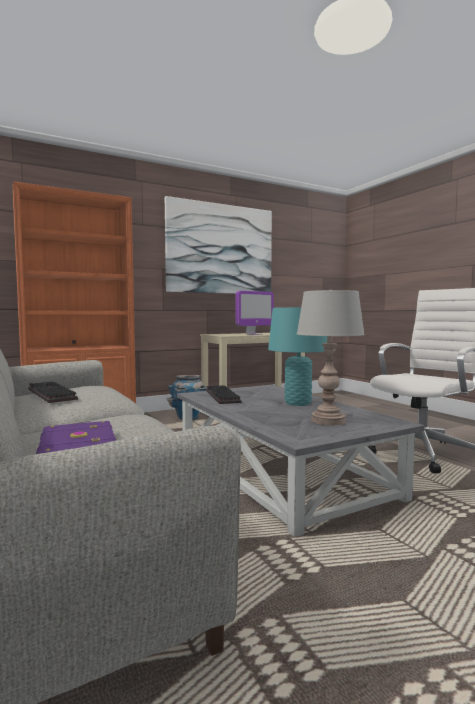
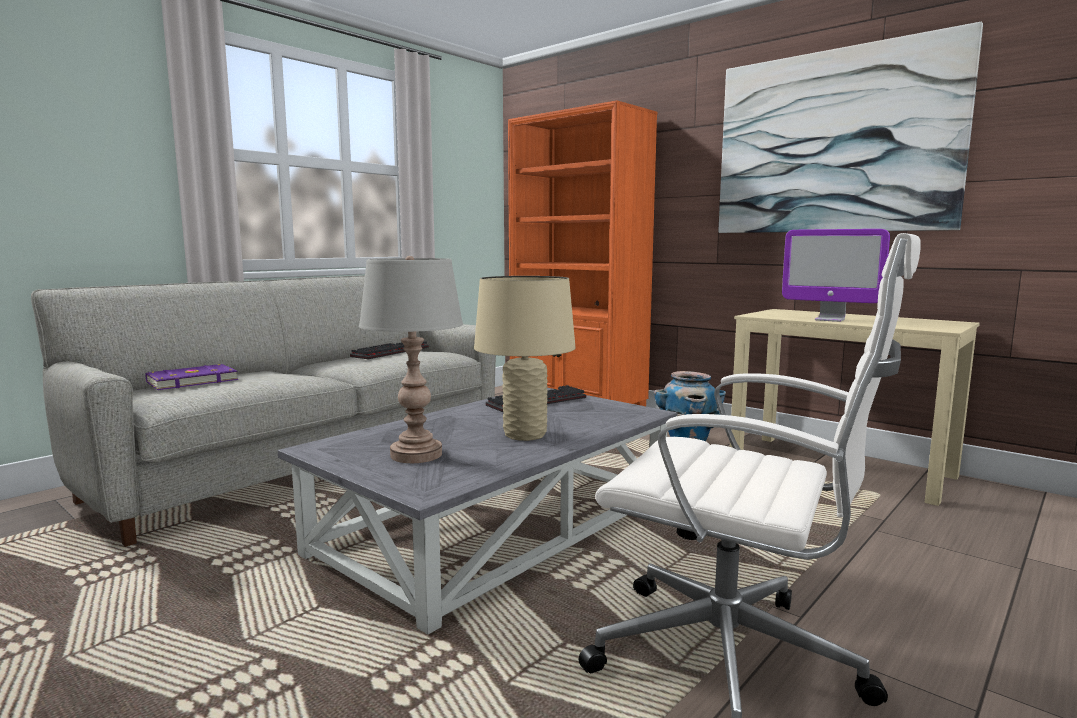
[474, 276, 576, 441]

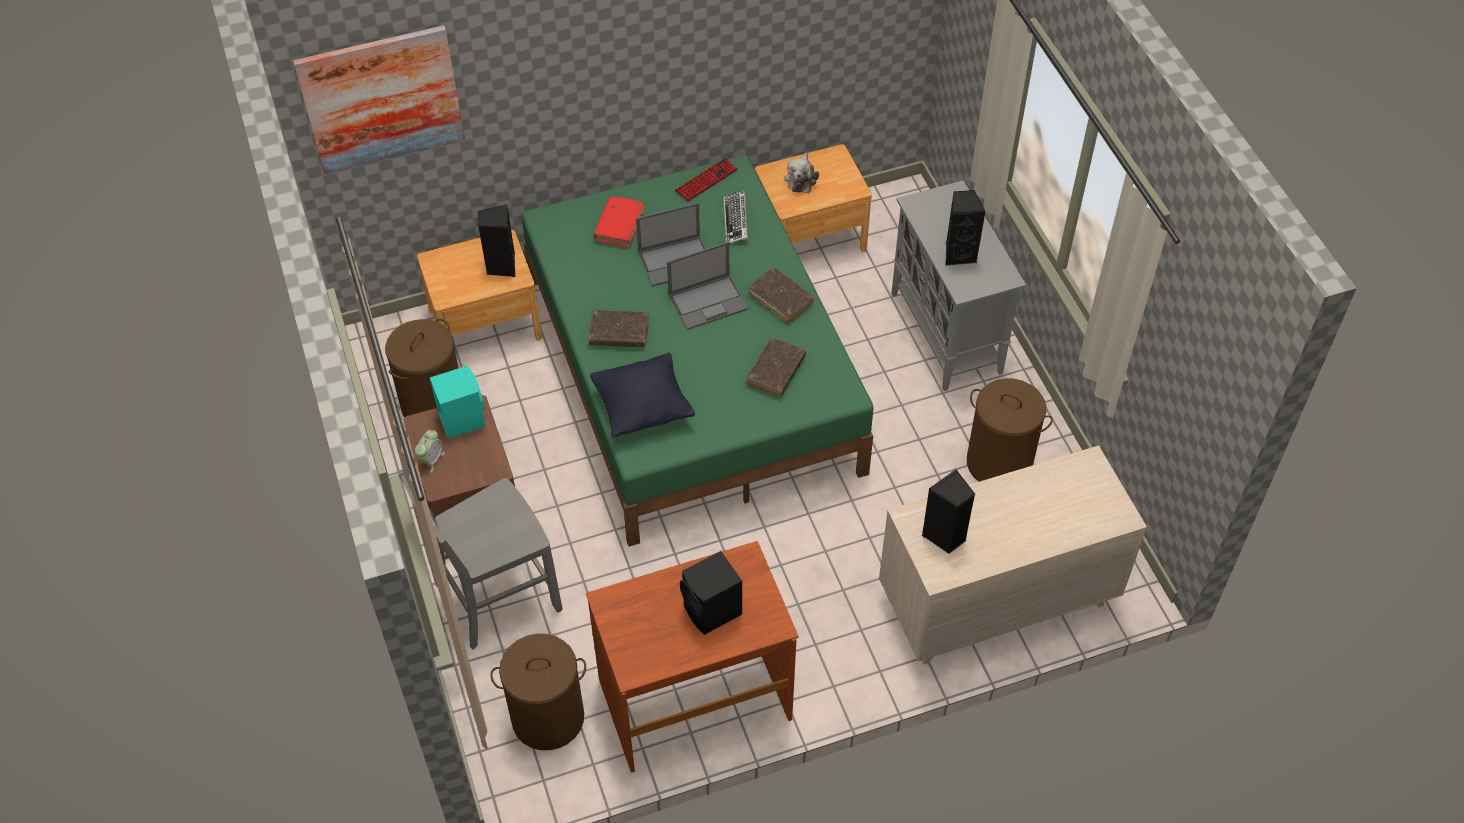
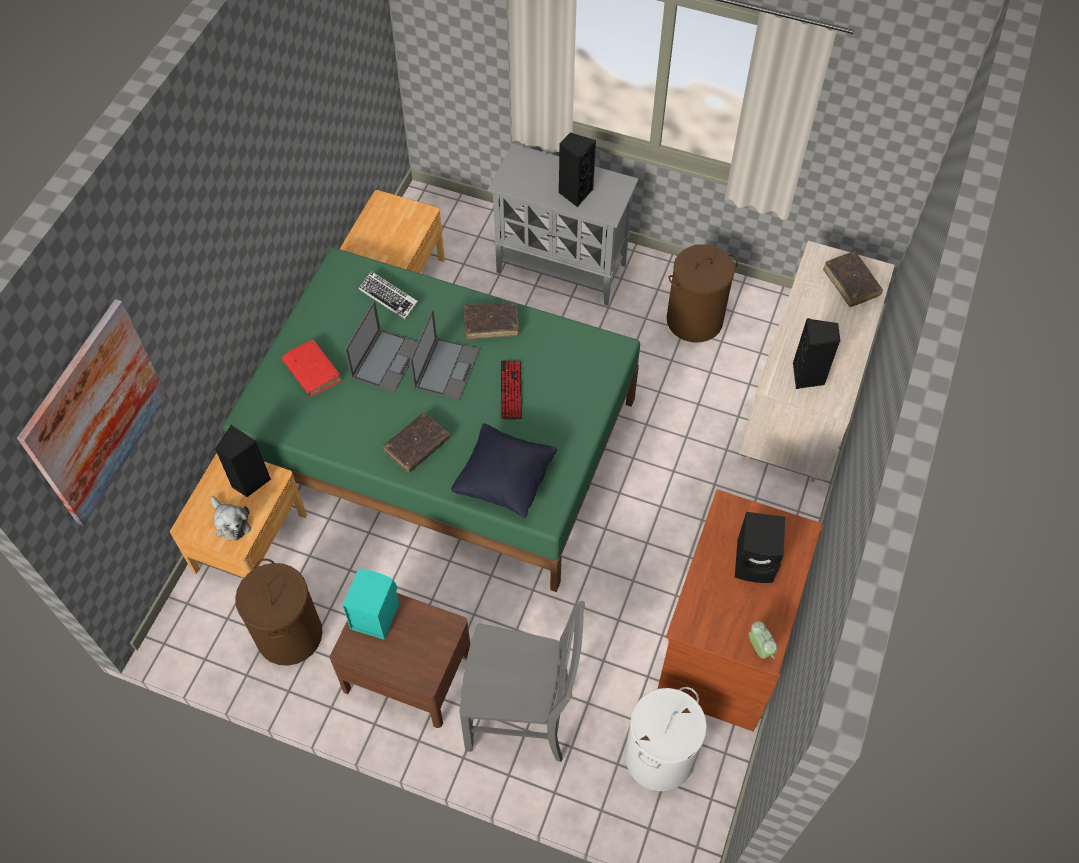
[460, 601, 585, 762]
[749, 621, 777, 659]
[625, 687, 707, 791]
[501, 361, 522, 420]
[823, 251, 883, 307]
[211, 496, 251, 541]

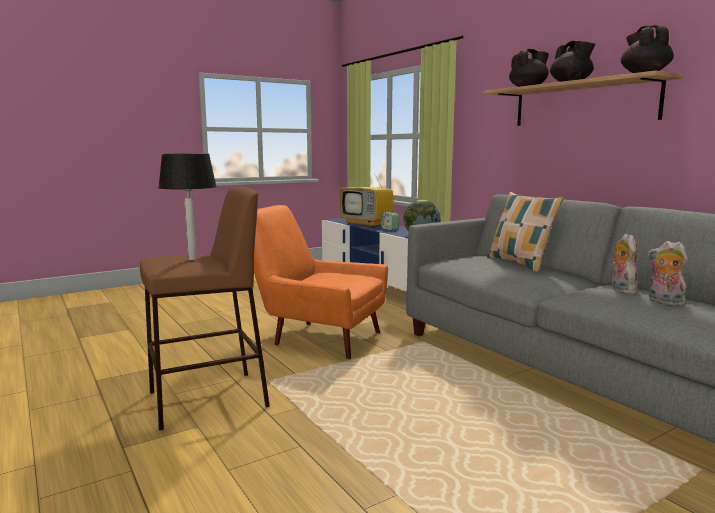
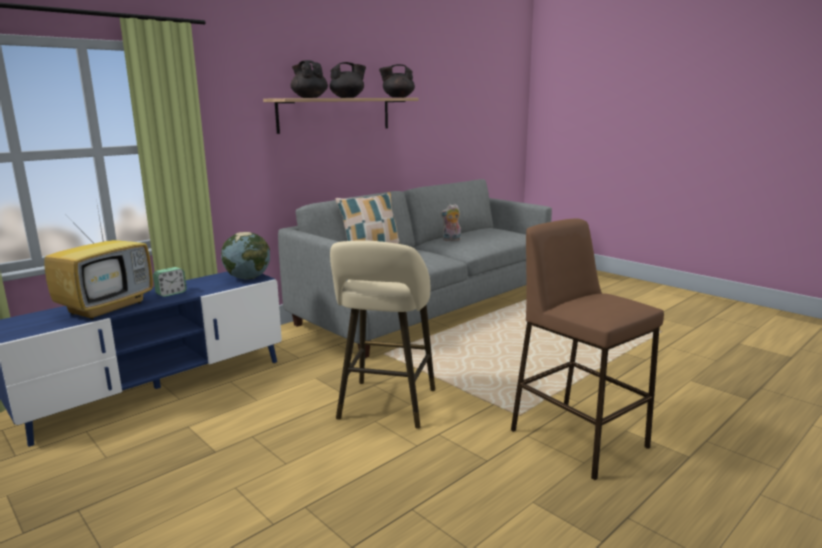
[158, 154, 217, 260] (first image)
[330, 240, 435, 429]
[647, 241, 687, 306] (first image)

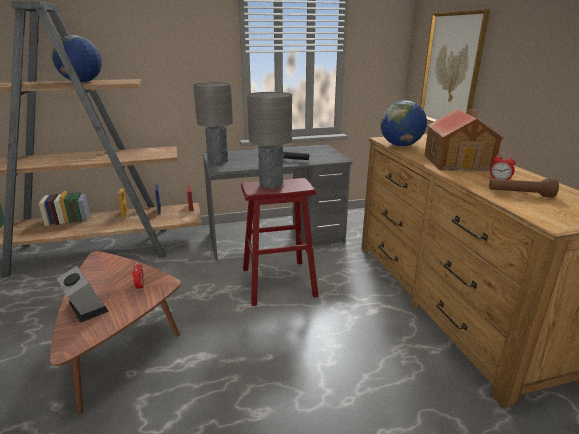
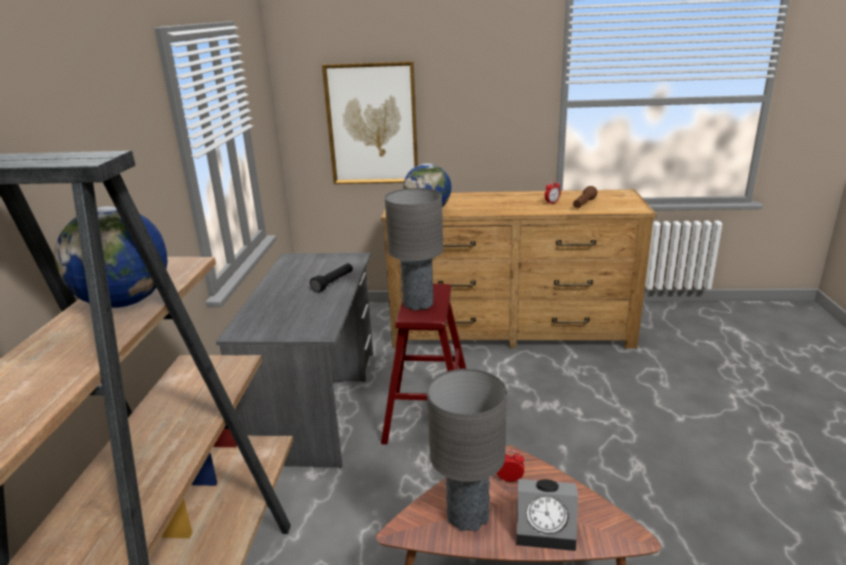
[516, 479, 578, 551]
[427, 369, 507, 531]
[425, 109, 503, 171] (first image)

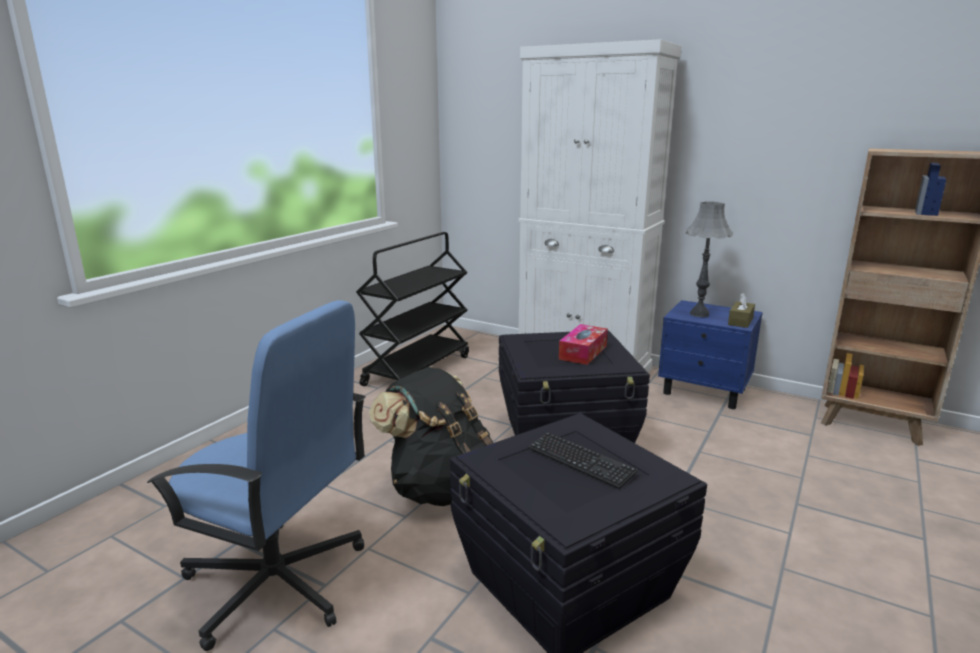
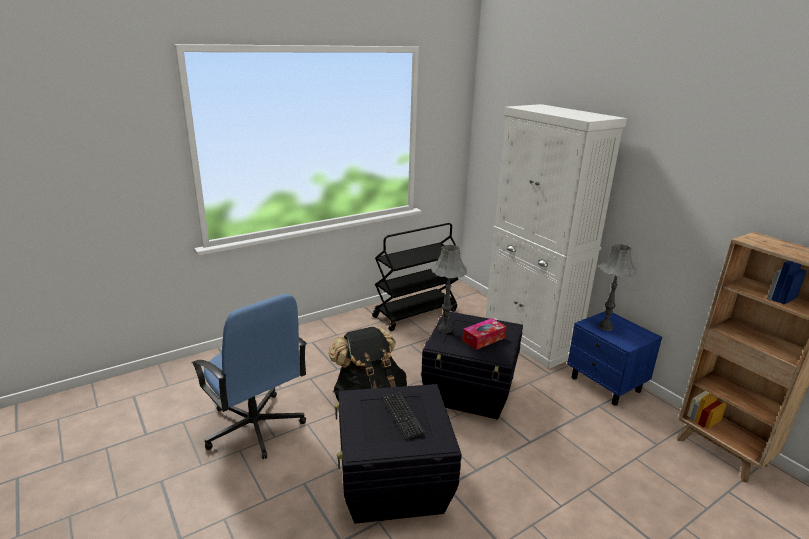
[728, 293, 755, 328] (first image)
[431, 245, 467, 333]

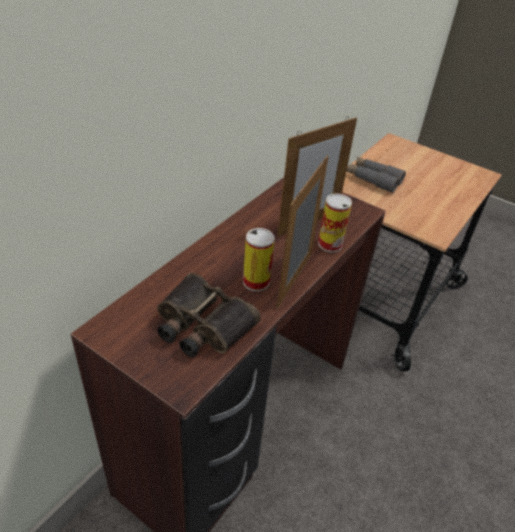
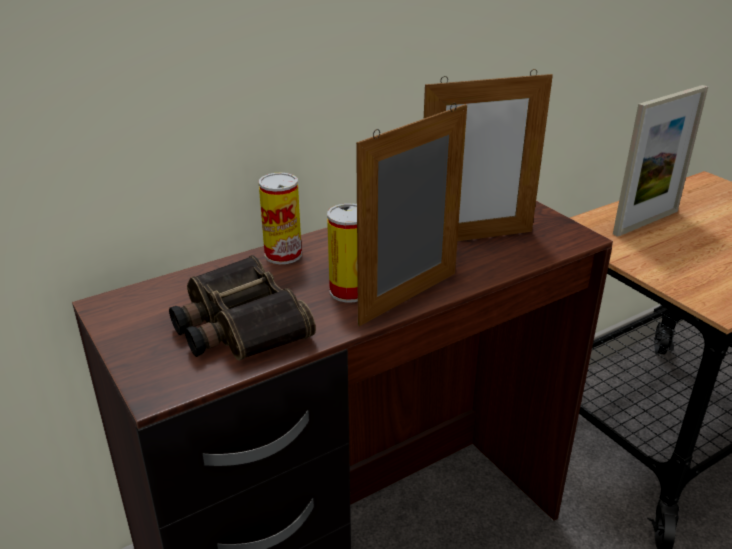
[259, 173, 302, 264]
[613, 85, 708, 237]

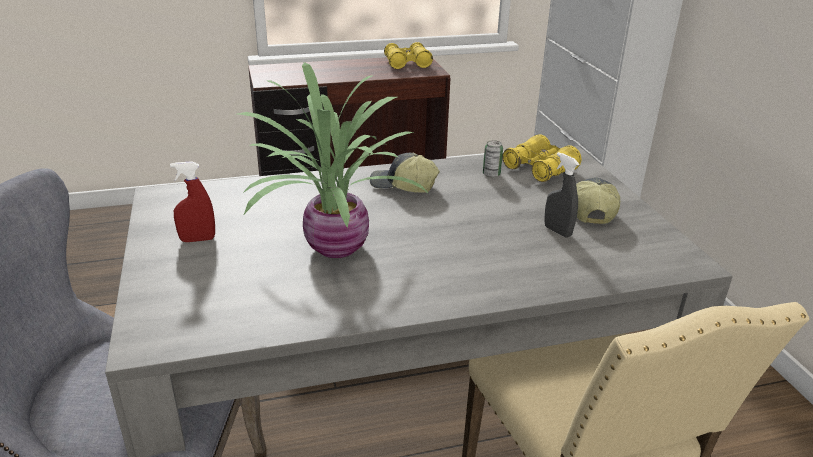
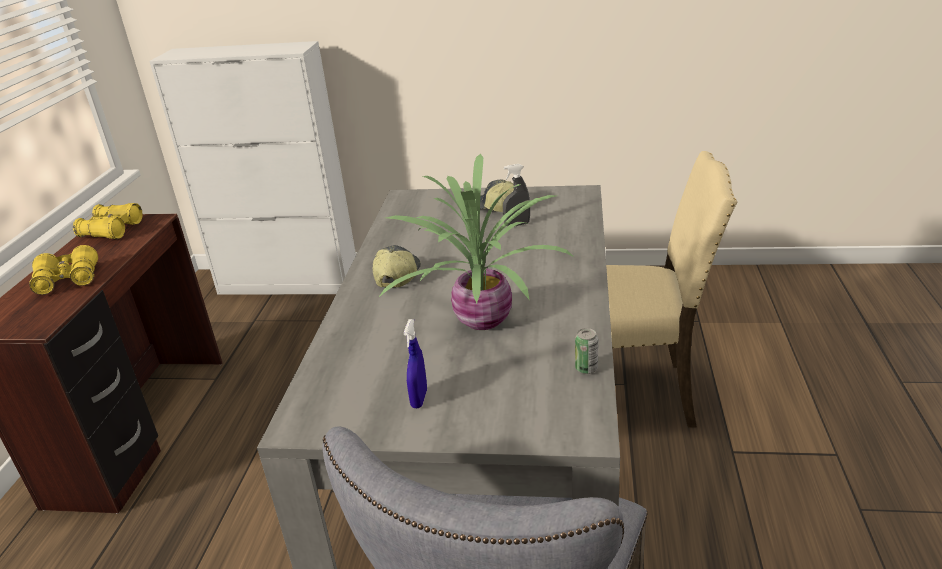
[404, 319, 427, 408]
[373, 245, 421, 287]
[575, 328, 598, 374]
[29, 245, 98, 295]

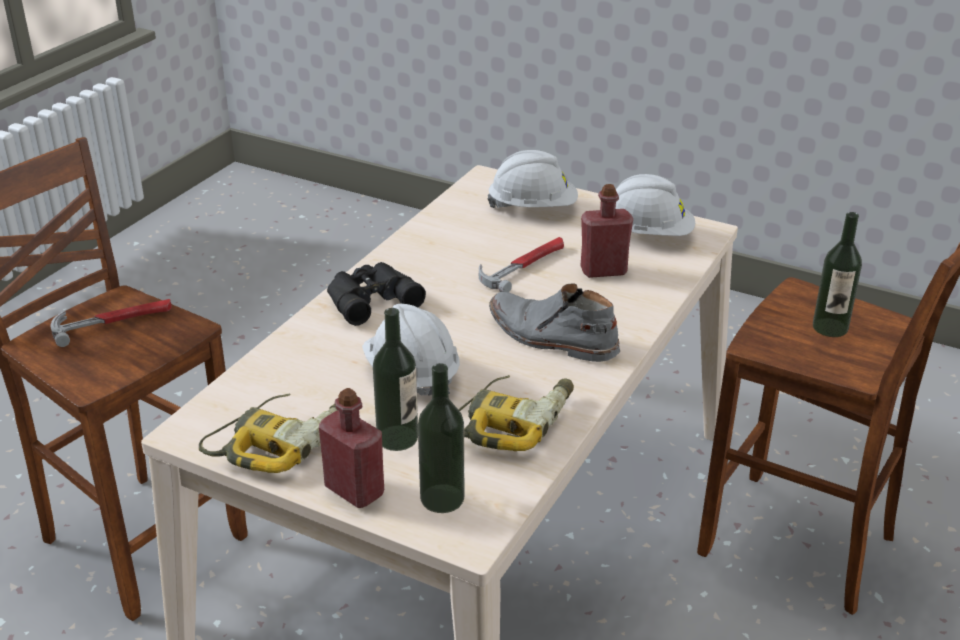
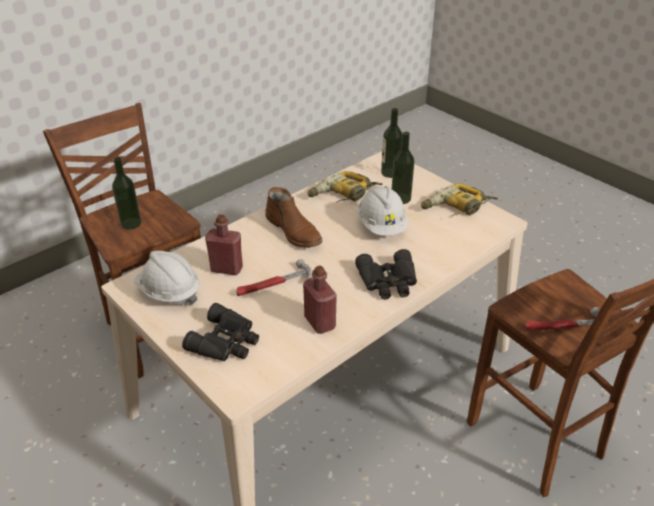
[303, 266, 337, 334]
[182, 303, 259, 361]
[265, 187, 322, 248]

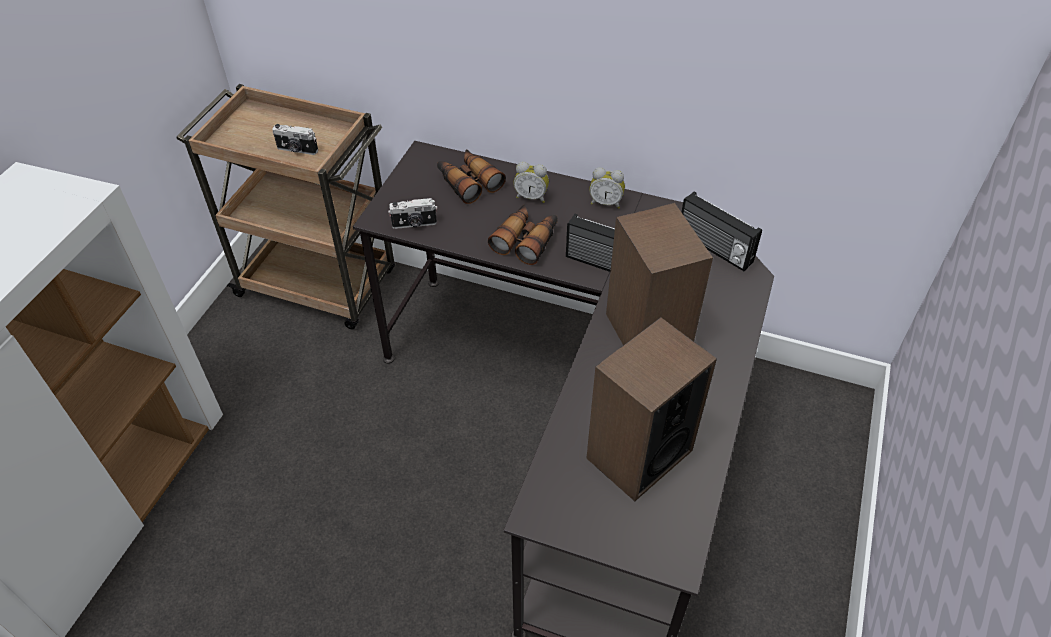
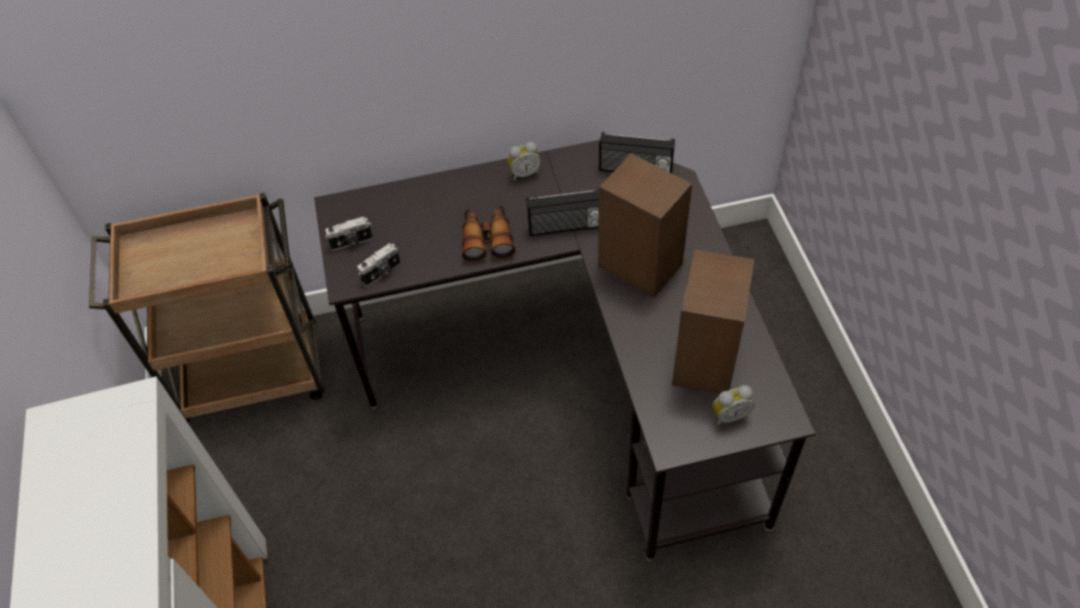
[325, 217, 373, 251]
[437, 149, 506, 204] (first image)
[713, 385, 754, 425]

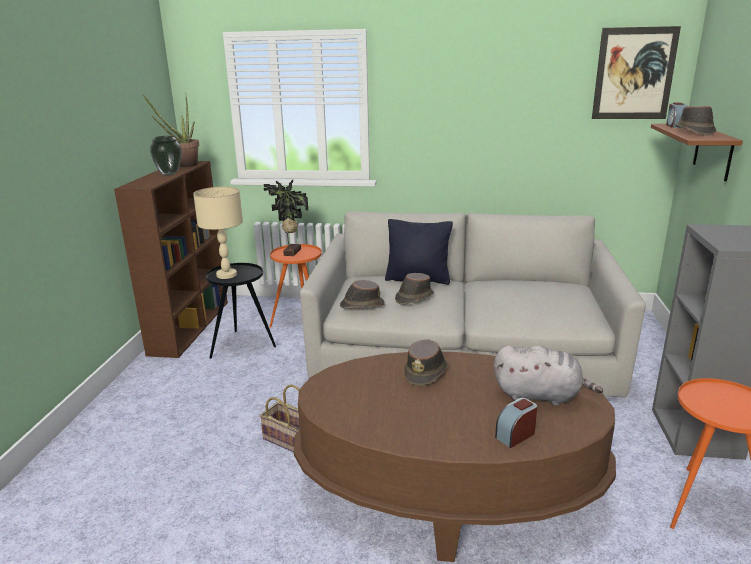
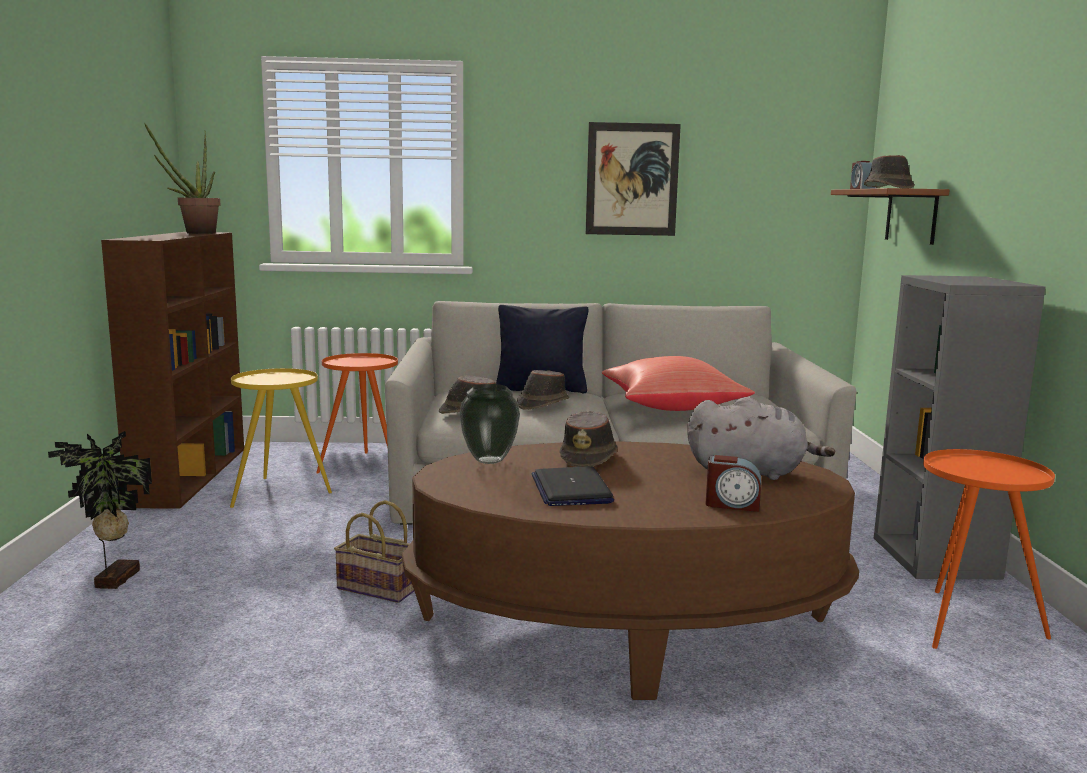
[459, 384, 520, 464]
[193, 187, 243, 279] (first image)
[230, 368, 332, 508]
[48, 431, 152, 589]
[706, 455, 761, 512]
[586, 122, 681, 236]
[531, 466, 614, 506]
[602, 356, 755, 411]

